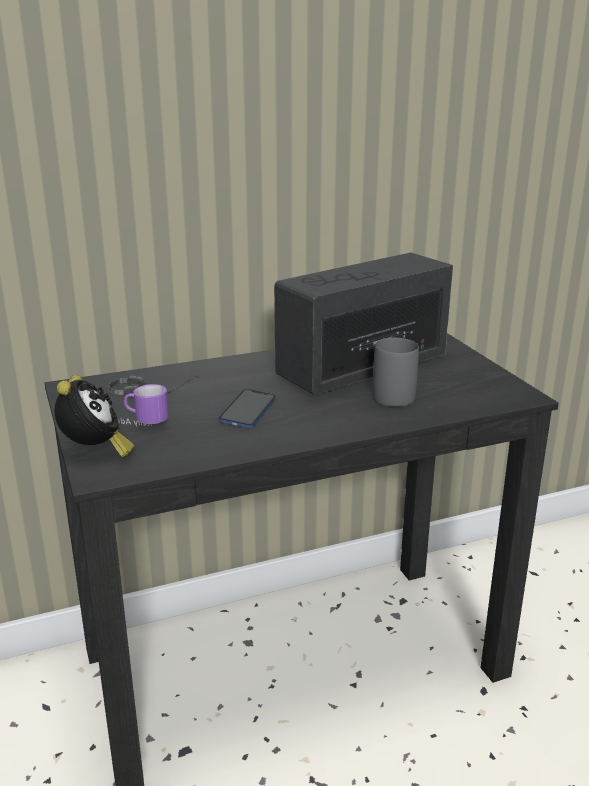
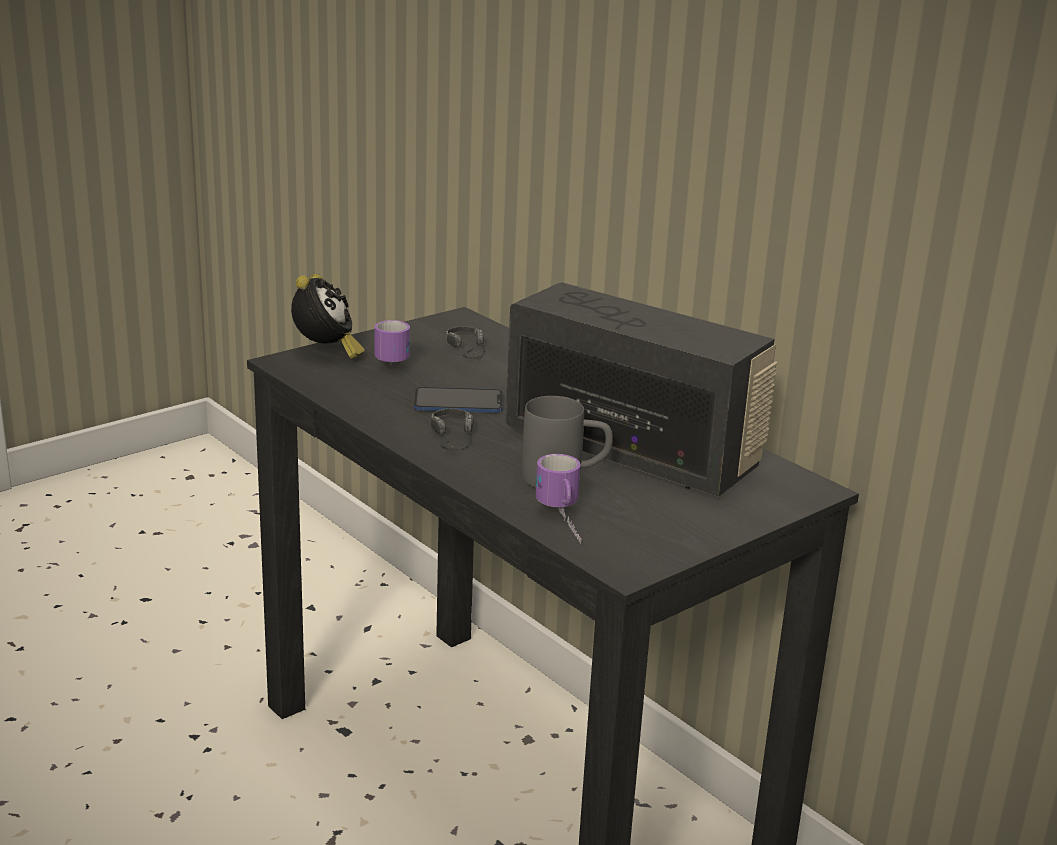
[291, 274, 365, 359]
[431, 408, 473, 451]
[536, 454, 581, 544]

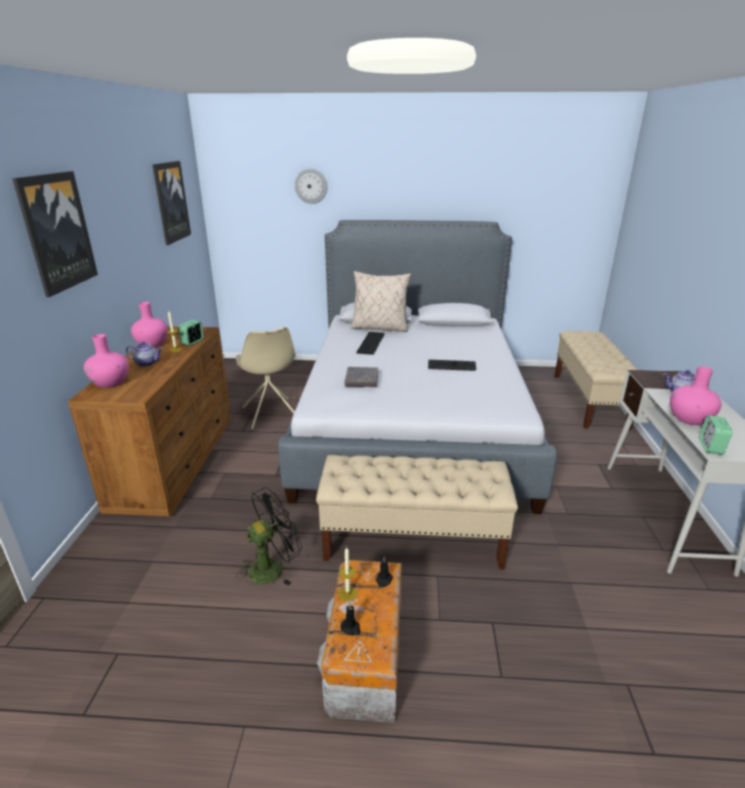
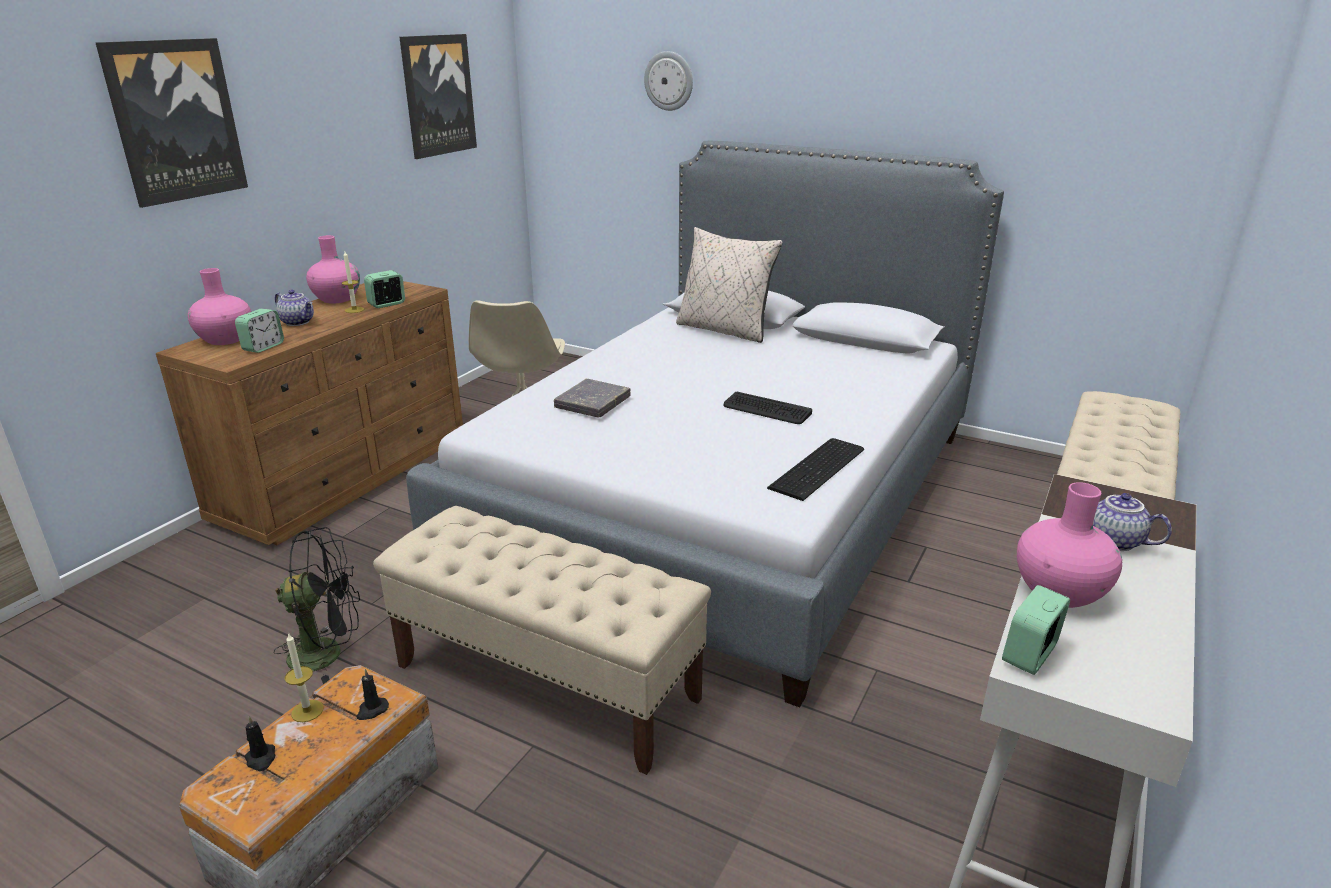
[767, 438, 864, 501]
[235, 309, 284, 353]

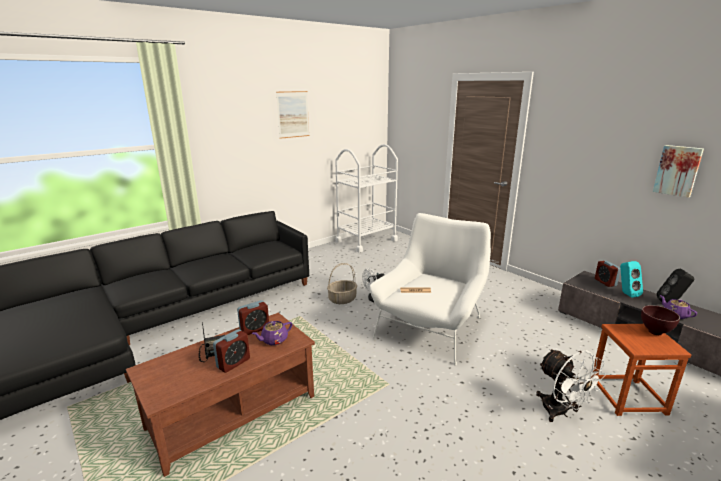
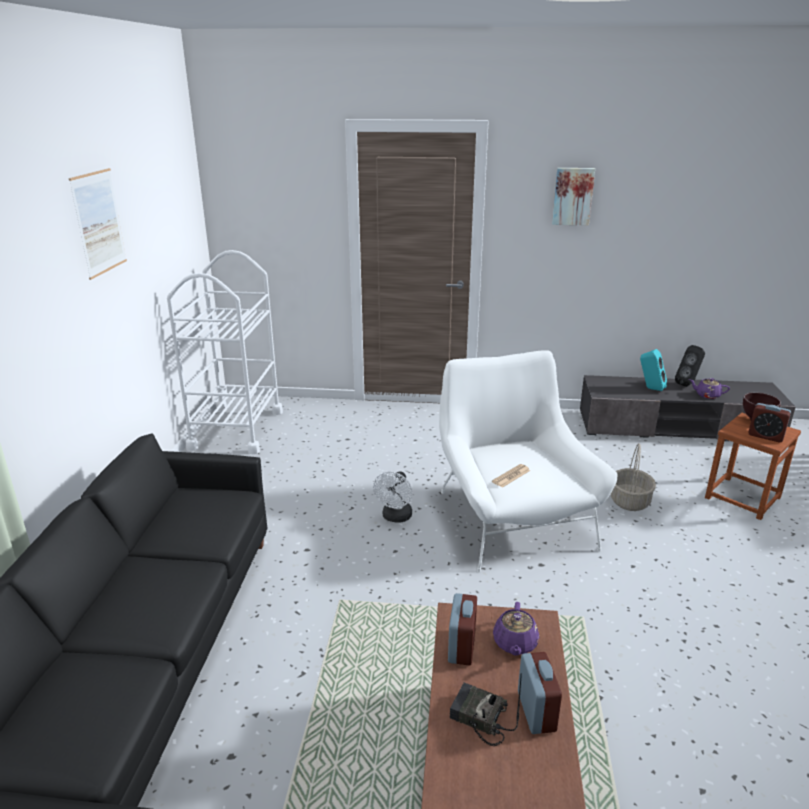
[611, 443, 656, 511]
[536, 349, 606, 422] (first image)
[748, 403, 791, 442]
[552, 168, 595, 226]

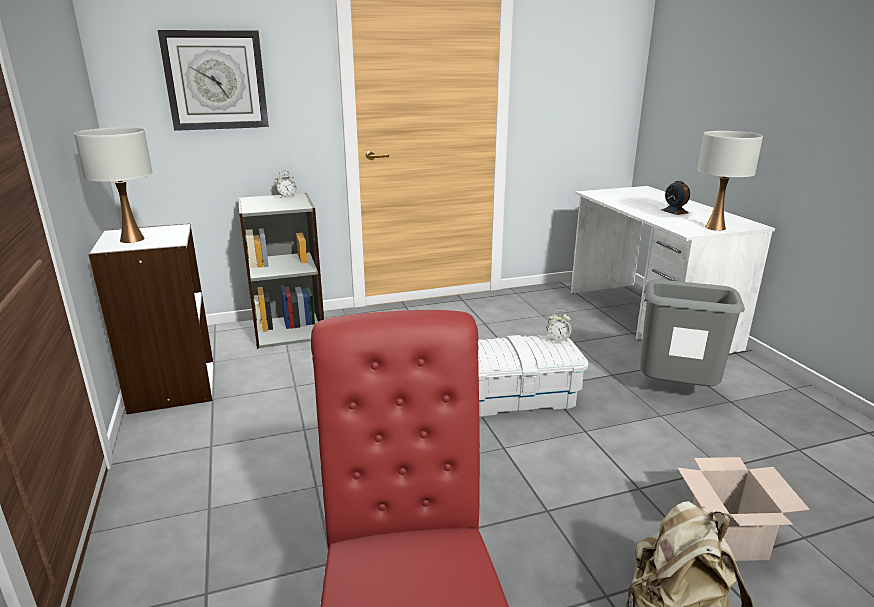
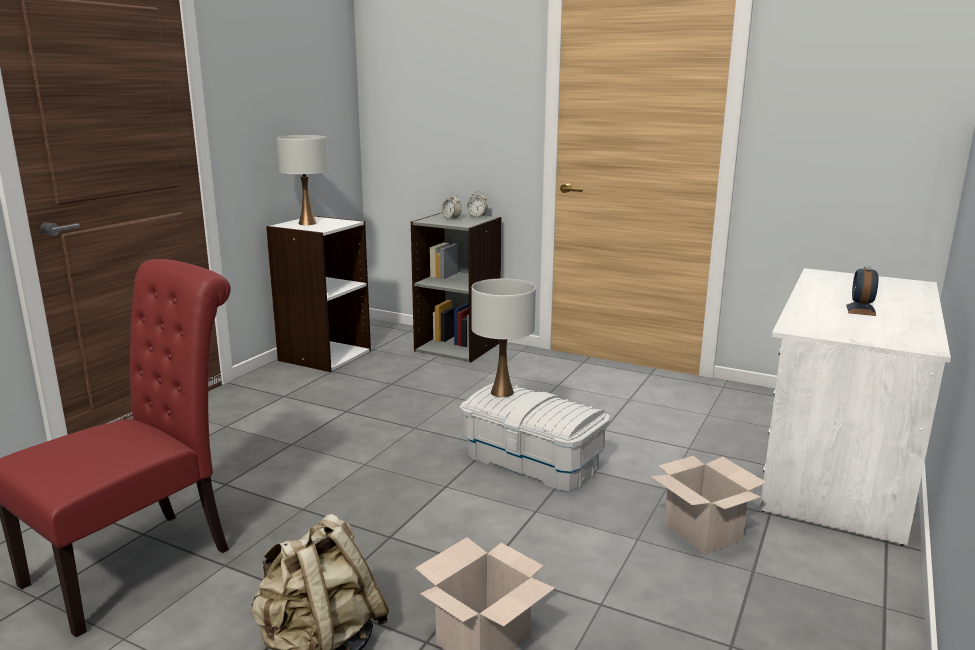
[158, 30, 269, 131] (first image)
[442, 193, 462, 220]
[651, 456, 767, 554]
[471, 279, 536, 397]

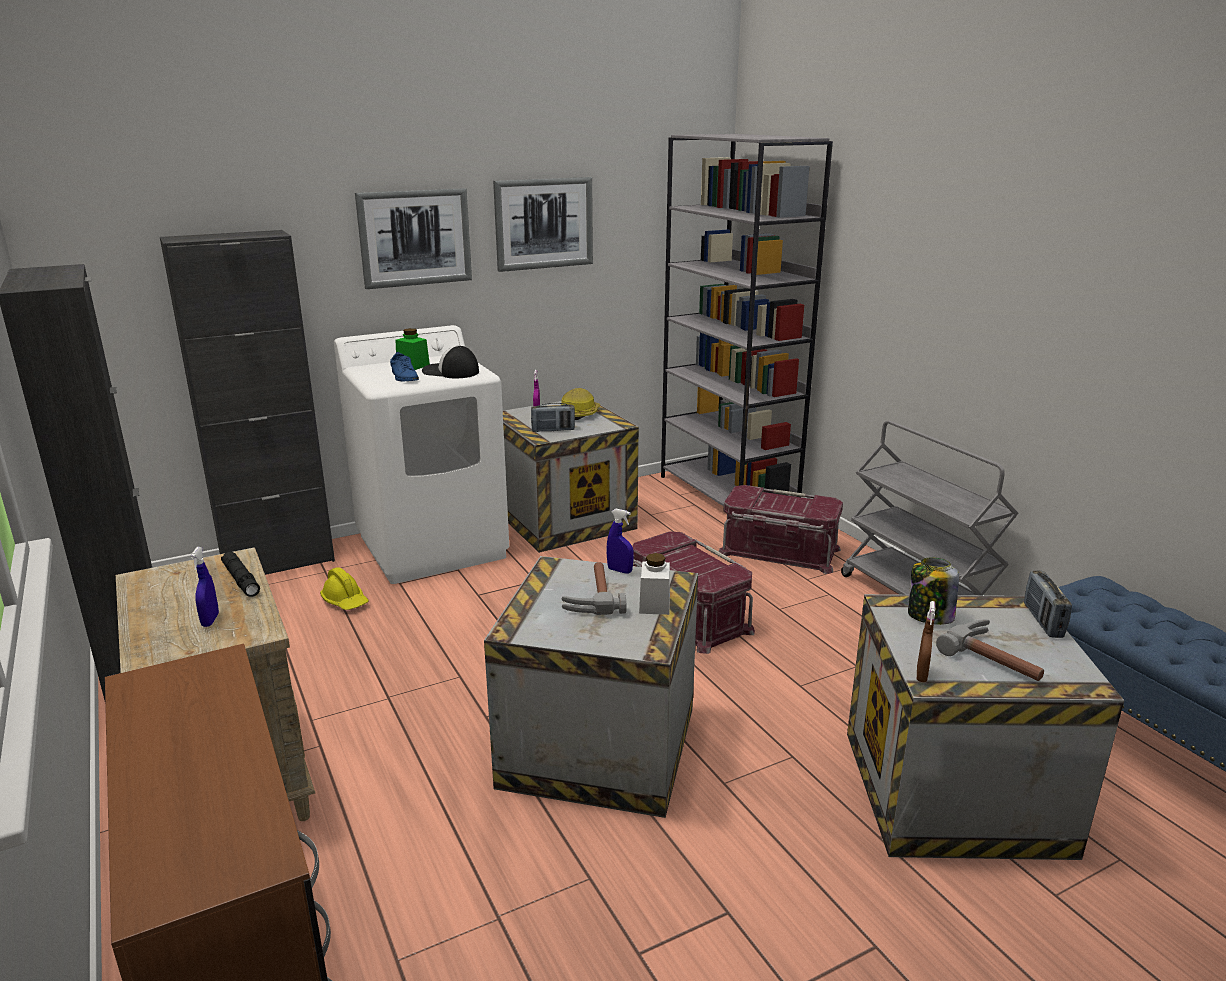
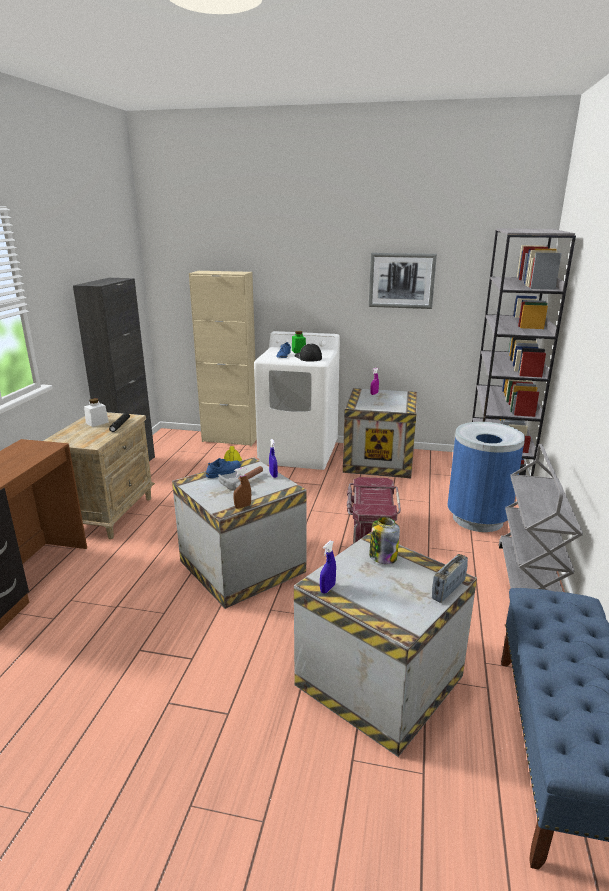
[189, 271, 257, 446]
[320, 540, 336, 594]
[355, 188, 472, 289] (first image)
[531, 403, 575, 432] (first image)
[561, 388, 600, 420] (first image)
[84, 398, 109, 427]
[447, 422, 525, 532]
[233, 467, 251, 509]
[936, 619, 1044, 681] (first image)
[206, 458, 241, 478]

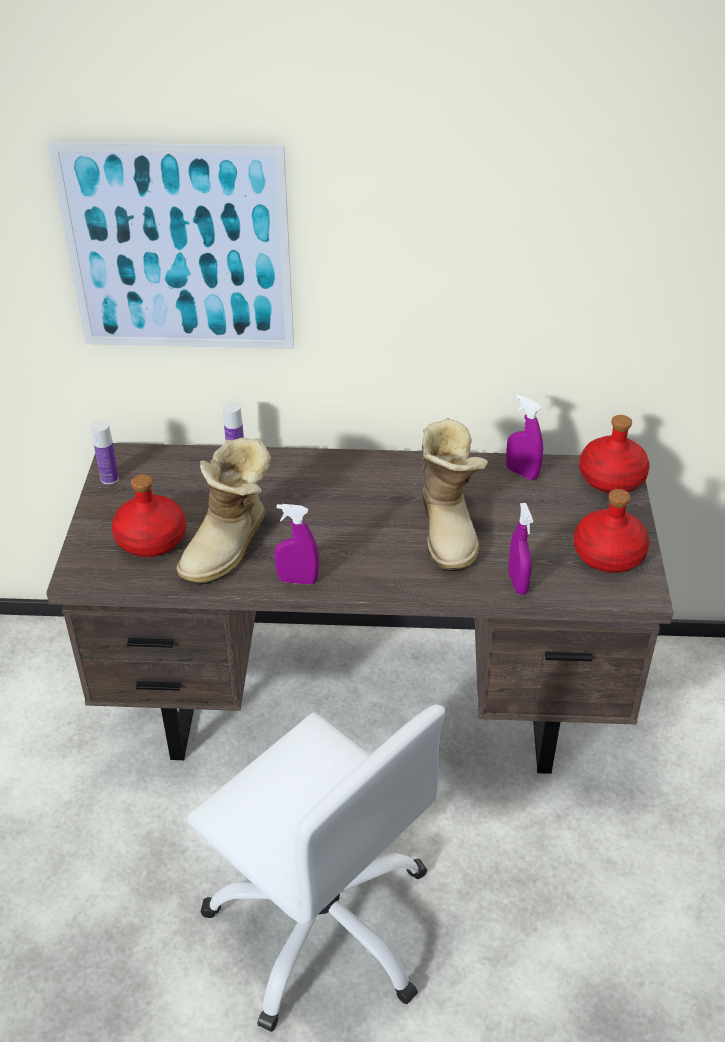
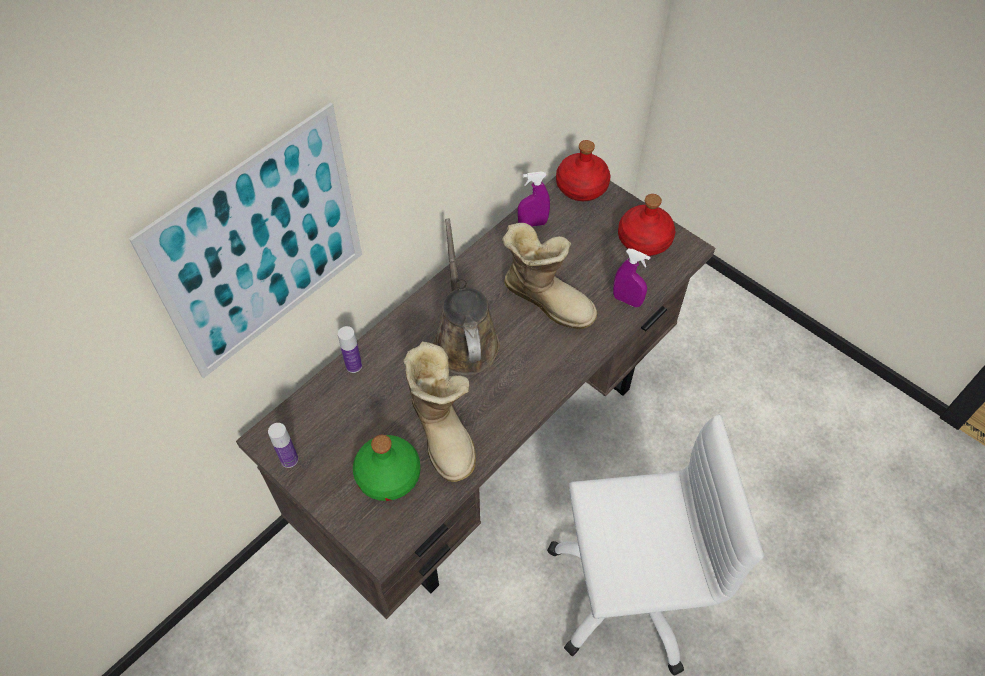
[353, 435, 420, 501]
[274, 504, 319, 585] (first image)
[433, 218, 500, 375]

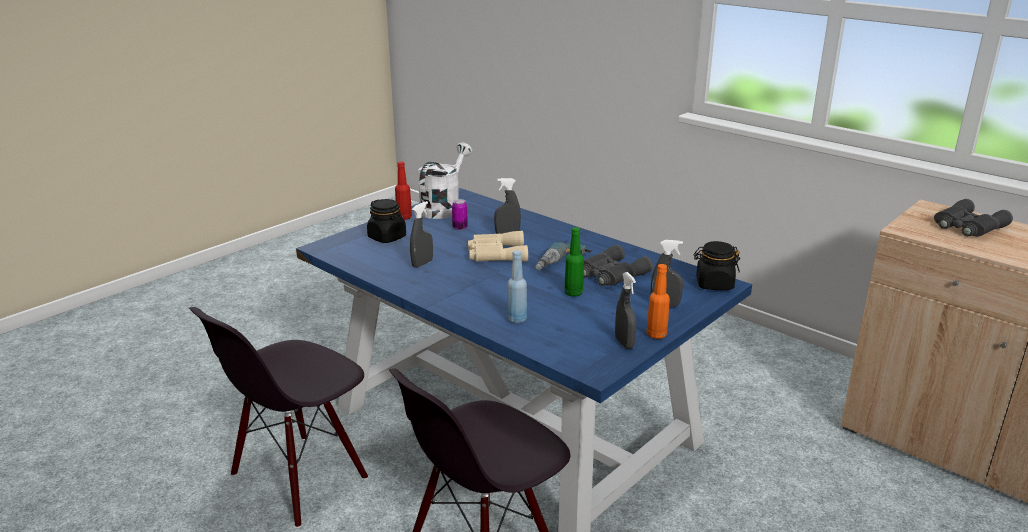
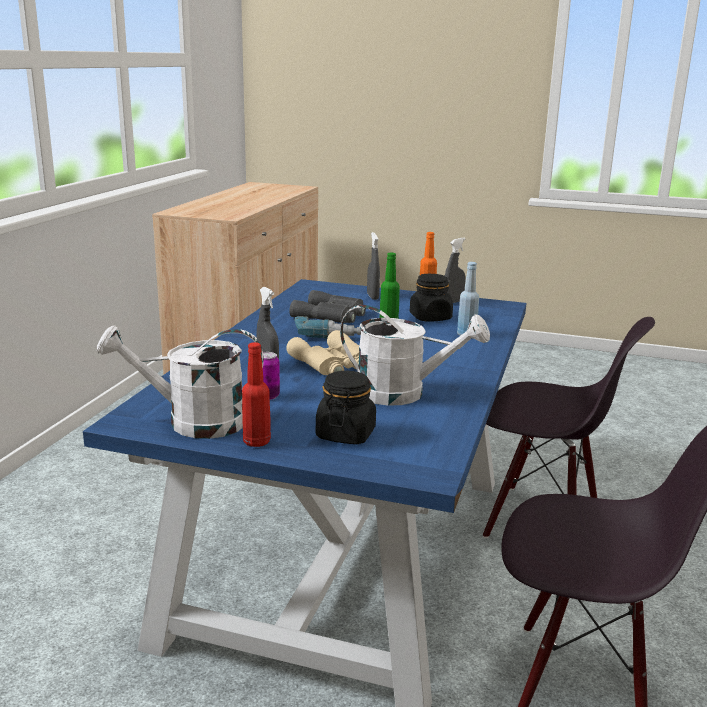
[340, 305, 490, 406]
[410, 274, 453, 322]
[934, 199, 1013, 236] (first image)

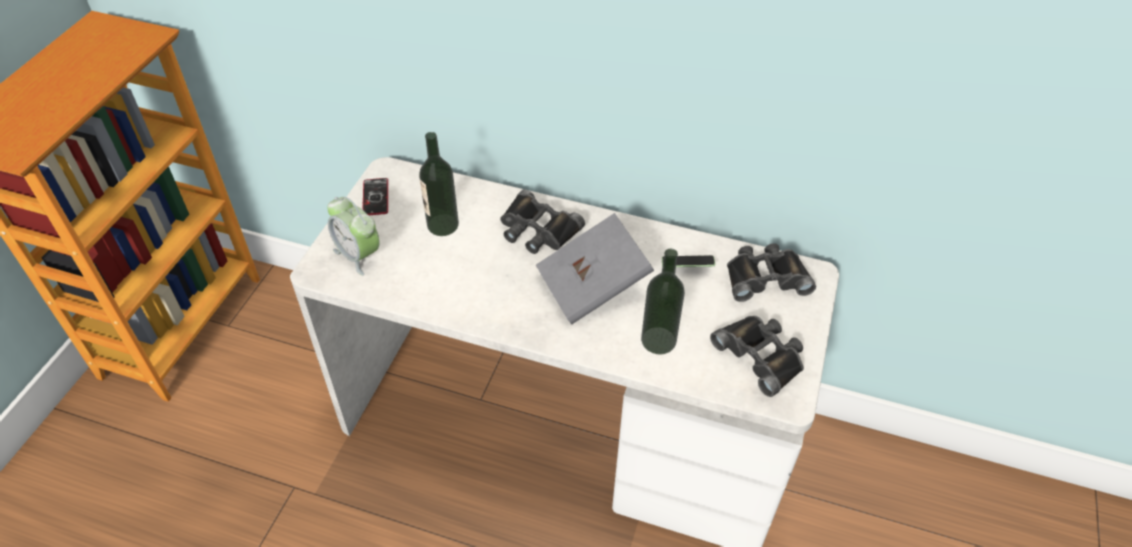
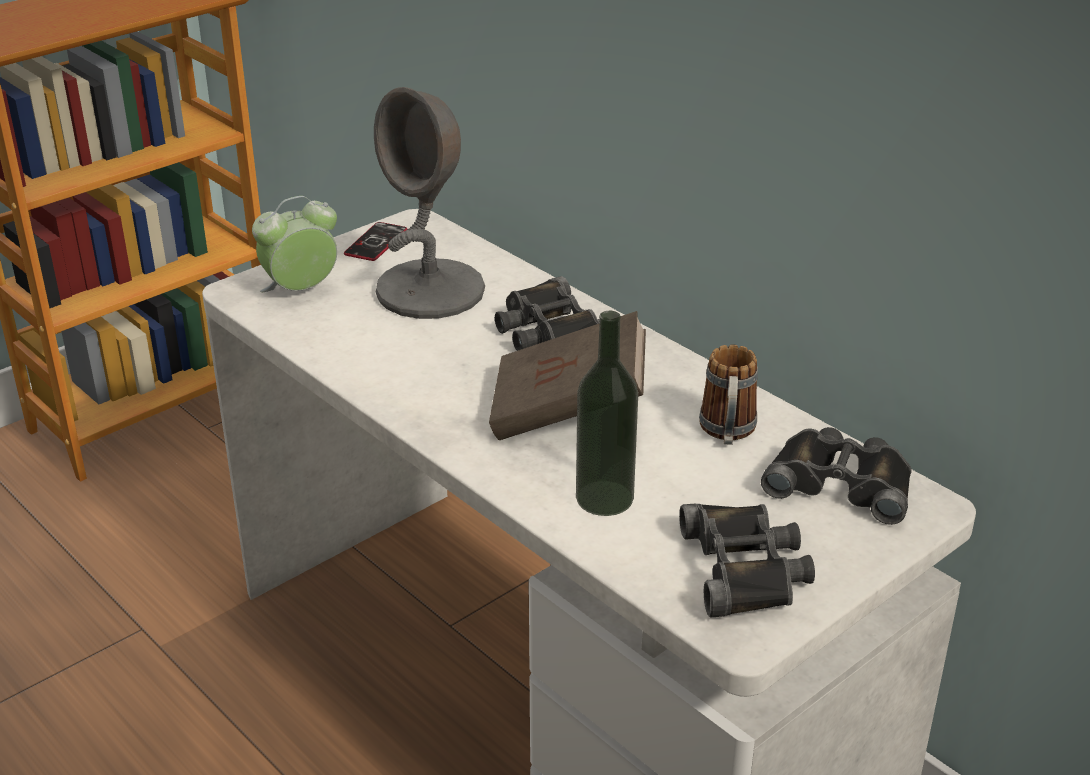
[252, 196, 337, 292]
[374, 87, 485, 319]
[489, 311, 646, 440]
[699, 344, 758, 445]

